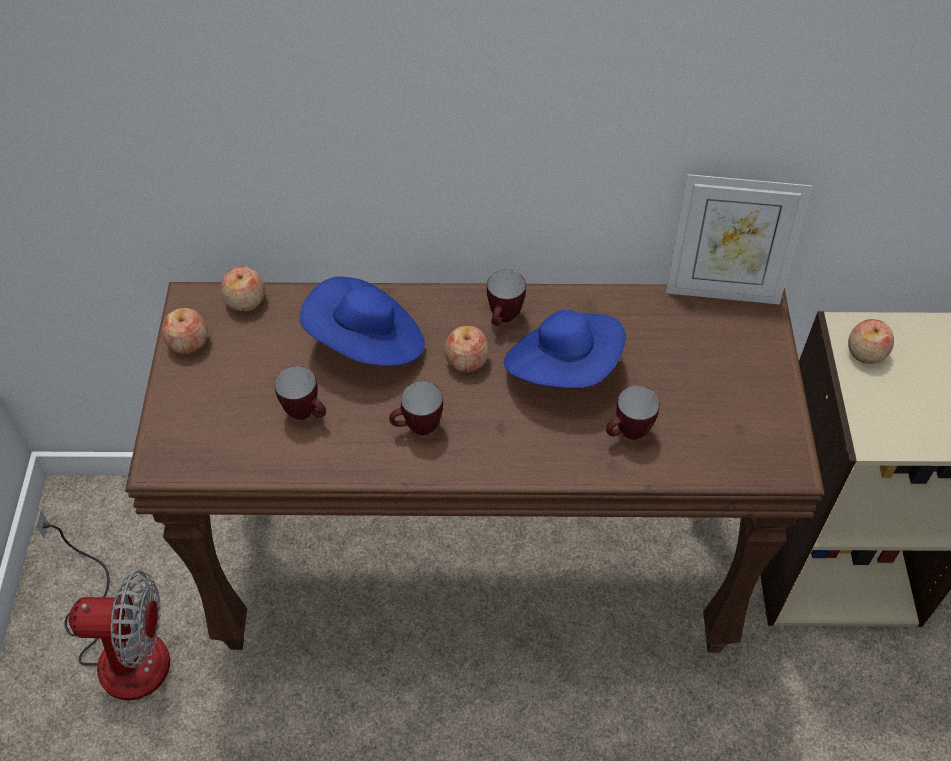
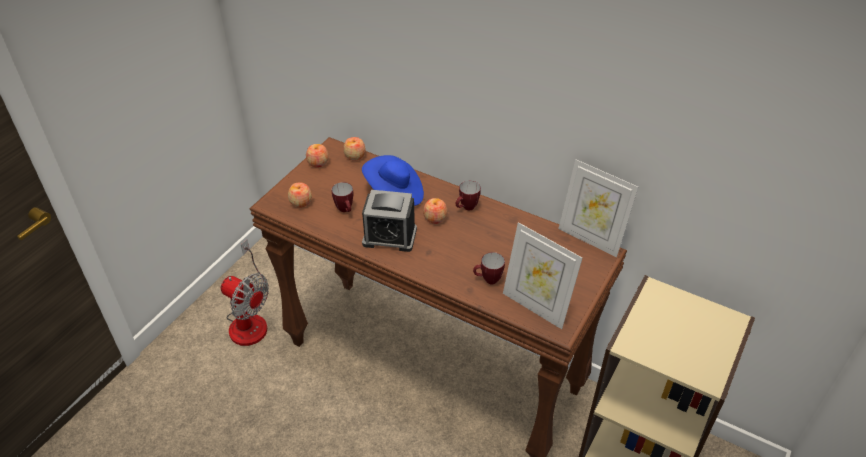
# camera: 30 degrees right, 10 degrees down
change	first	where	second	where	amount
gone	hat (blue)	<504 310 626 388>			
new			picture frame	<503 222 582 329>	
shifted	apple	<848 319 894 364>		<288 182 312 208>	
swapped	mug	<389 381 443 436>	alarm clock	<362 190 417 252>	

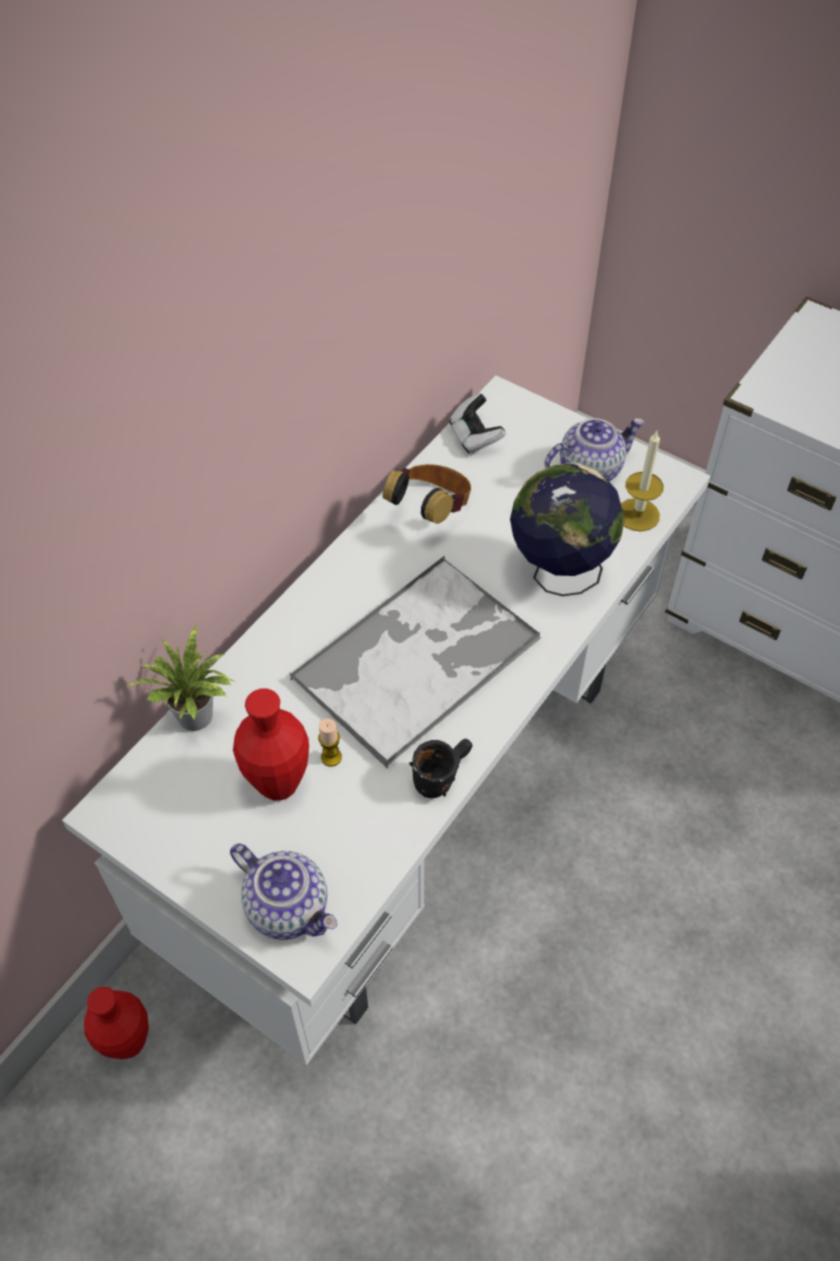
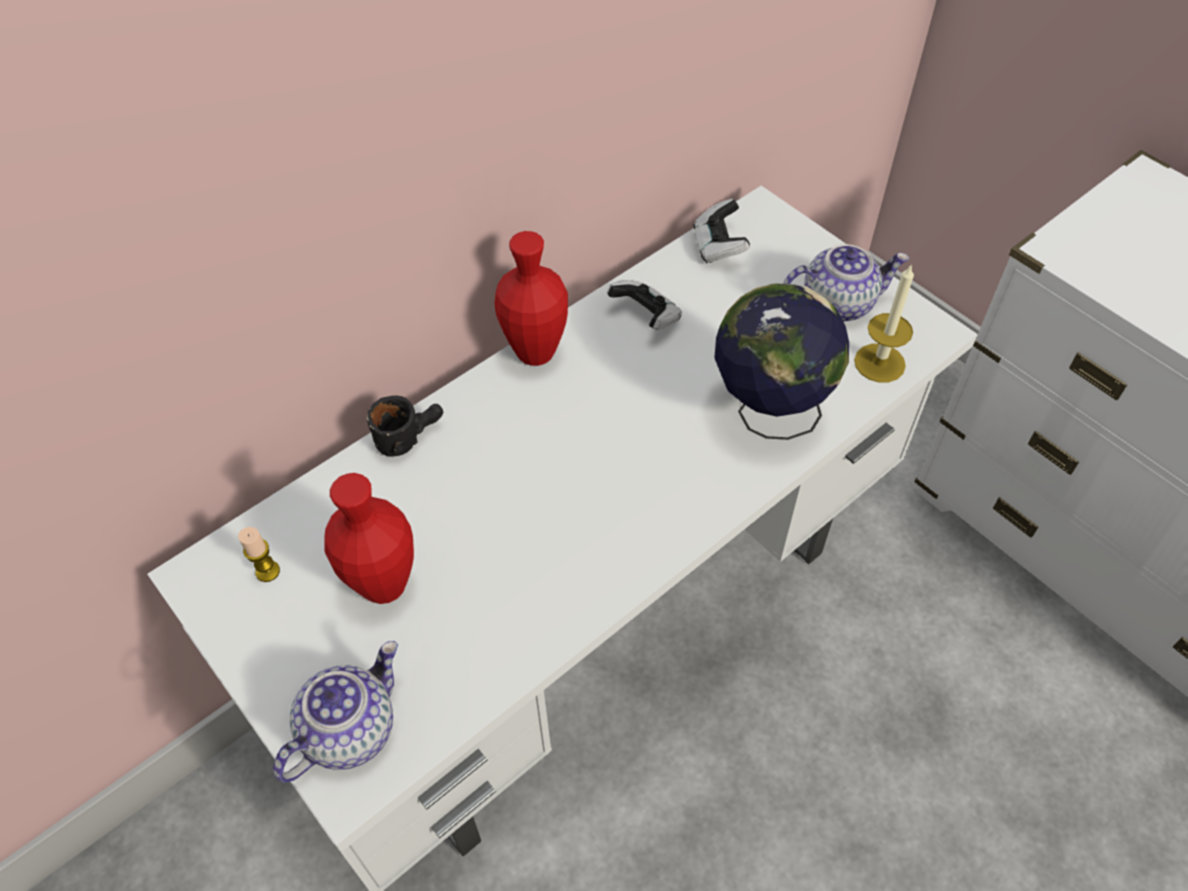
# camera: 15 degrees right, 0 degrees up
change	first	where	second	where	amount
gone	potted plant	<126 625 235 731>			
gone	tray	<290 555 541 769>			
shifted	vase (red)	<84 987 149 1059>		<494 231 568 366>	
shifted	candle	<318 718 342 767>		<238 527 280 582>	
shifted	mug (black)	<409 739 473 798>		<367 395 443 457>	
swapped	headphones	<383 464 471 524>	game controller	<607 280 682 330>	
rotated	teapot	<230 843 337 940>		<273 641 398 783>	105 degrees counterclockwise

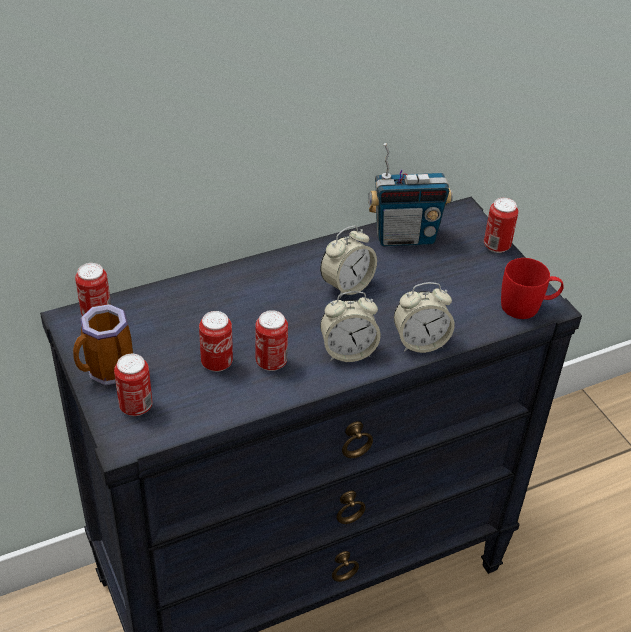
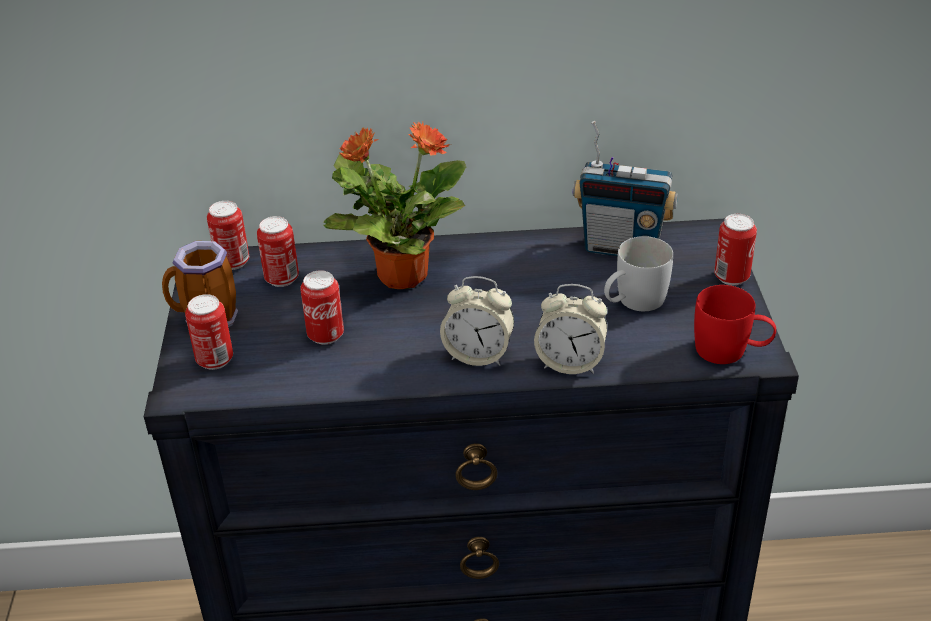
# camera: 25 degrees right, 5 degrees down
change	first	where	second	where	amount
gone	alarm clock	<320 225 377 299>			
new			potted plant	<323 122 466 289>	
new			mug (white)	<604 236 673 311>	
shifted	can	<255 310 288 371>		<257 216 299 287>	

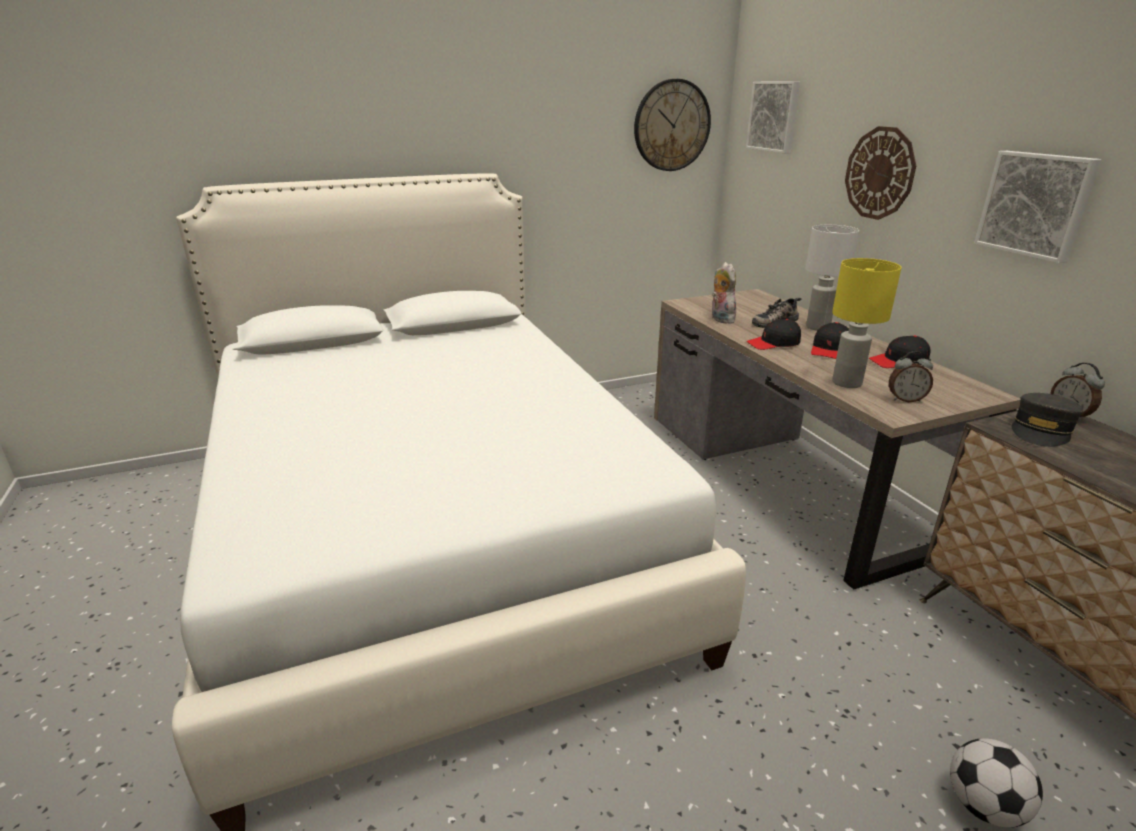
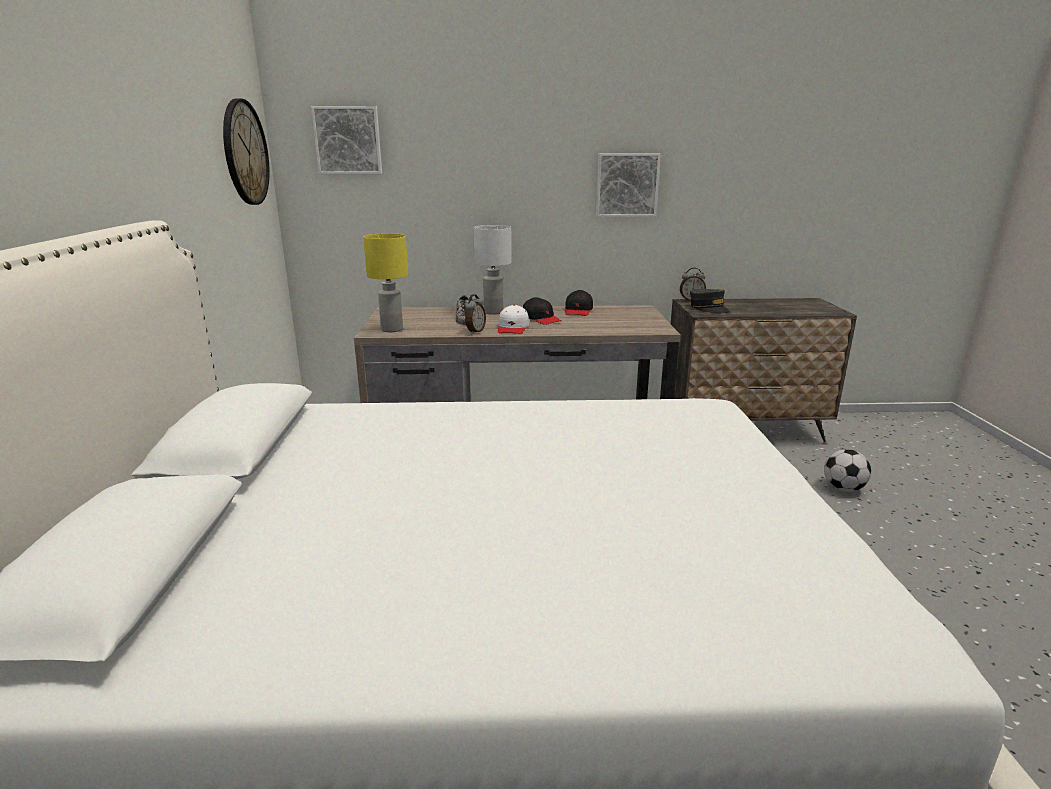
# camera: 70 degrees left, 5 degrees down
change	first	where	second	where	amount
gone	plush toy	<712 262 736 324>			
gone	wall clock	<845 126 916 220>			
shifted	table lamp (yellow)	<832 258 901 388>		<363 233 408 332>	
shifted	alarm clock	<889 351 933 402>		<465 294 486 334>	
repainted	cap (black)	<747 319 801 350>	cap (white)	<498 304 529 334>	

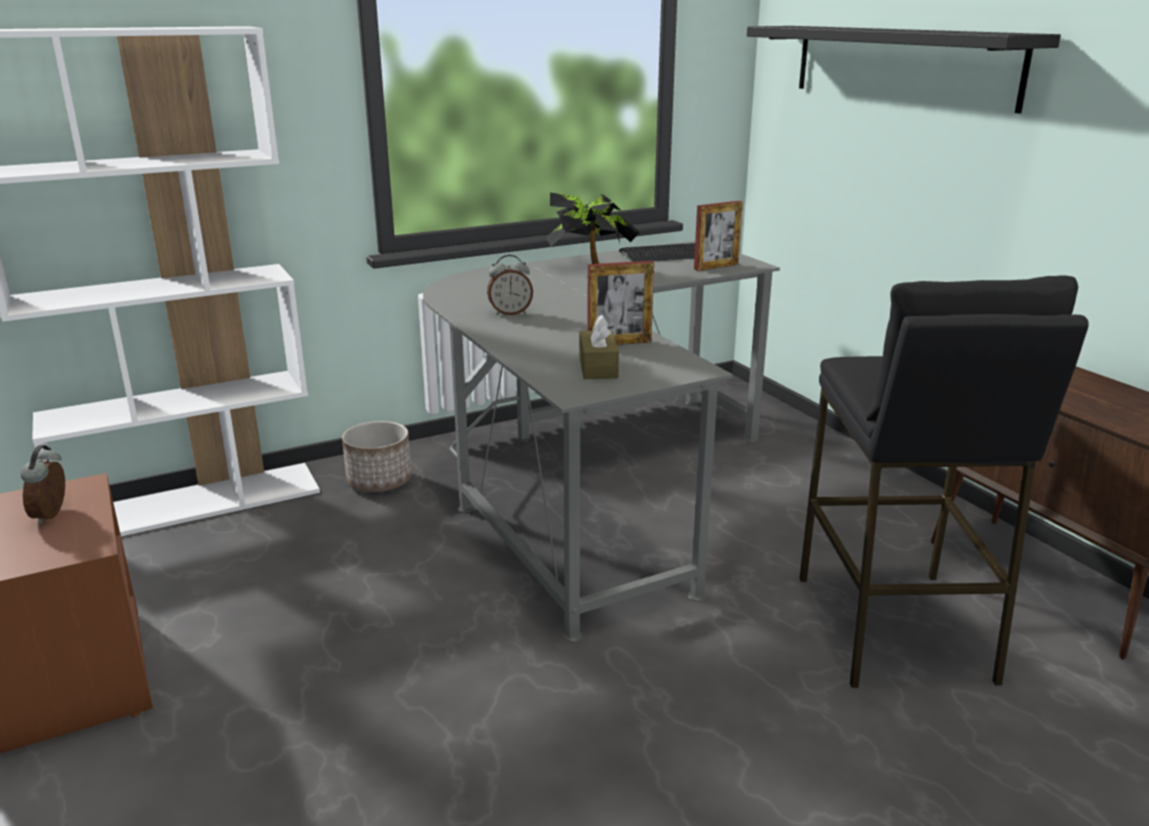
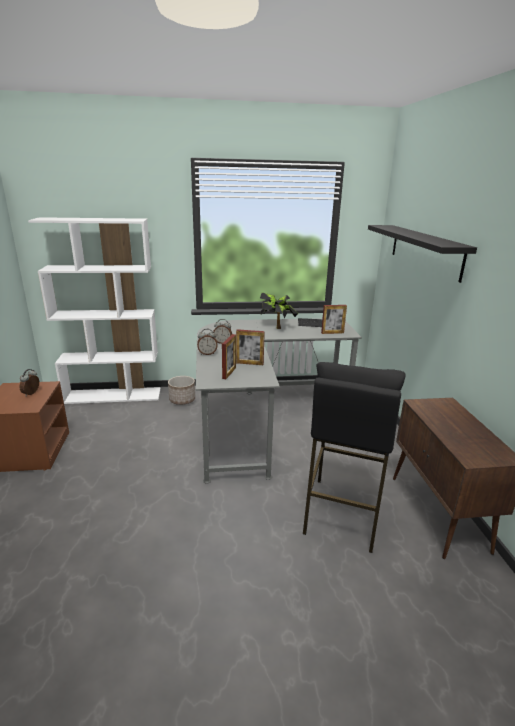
# camera: 20 degrees right, 0 degrees up
change	first	where	second	where	amount
new			alarm clock	<197 329 218 355>	
swapped	tissue box (brown)	<579 315 619 379>	picture frame	<222 334 236 379>	

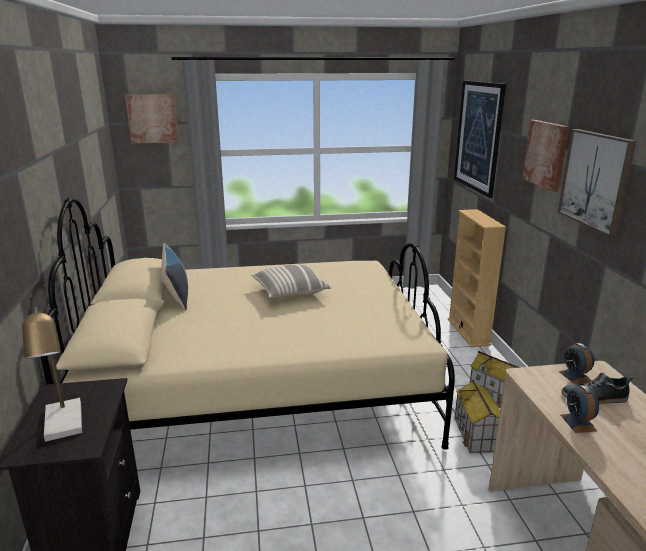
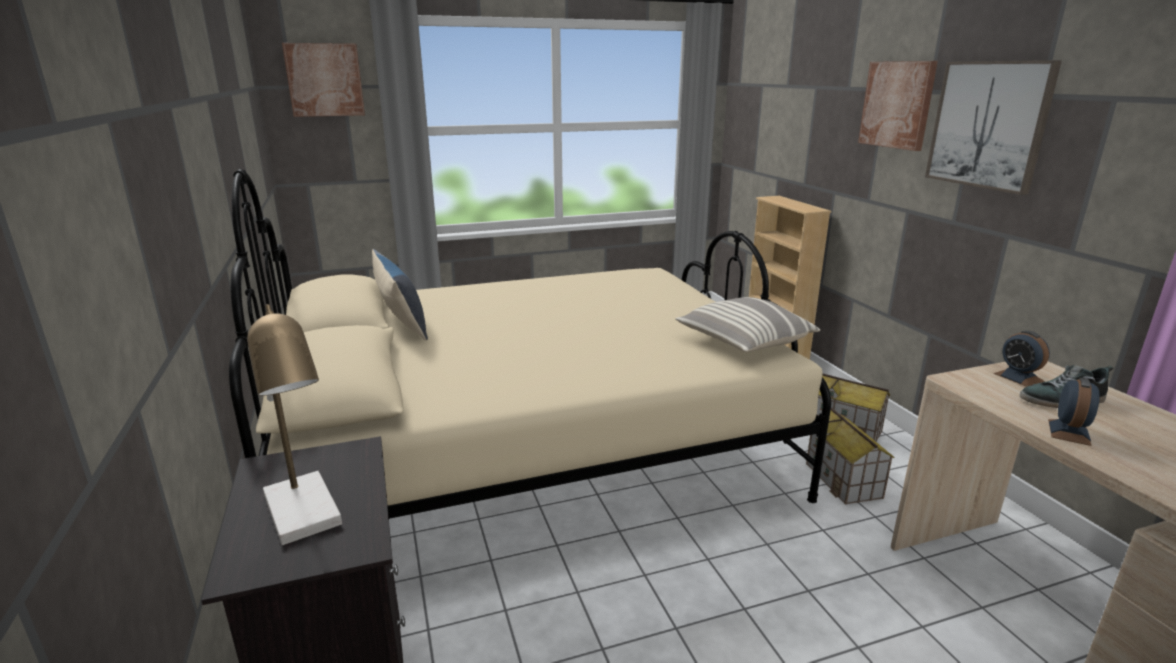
# camera: 10 degrees left, 0 degrees up
change	first	where	second	where	amount
gone	picture	<454 81 506 198>			
shifted	pillow	<252 264 331 298>		<675 297 820 352>	
rotated	alarm clock	<561 385 599 433>		<1048 378 1100 446>	135 degrees counterclockwise

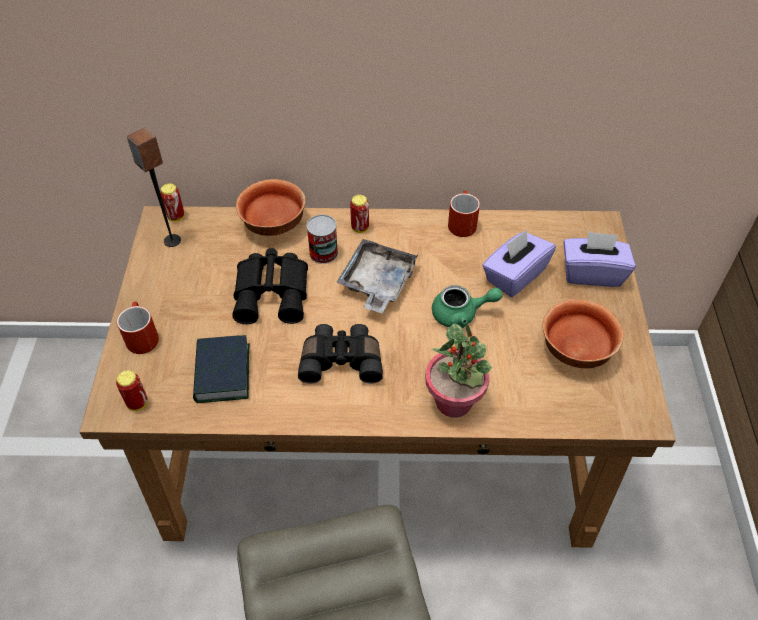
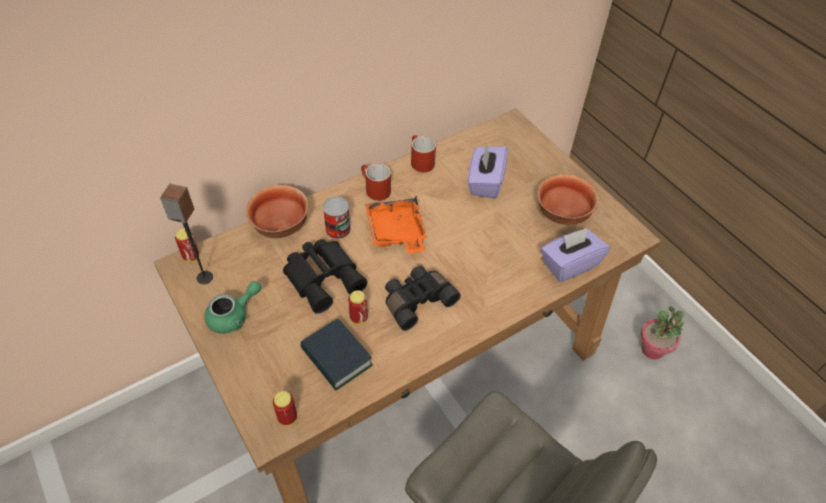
# camera: 35 degrees left, 0 degrees up
change	first	where	second	where	amount
shifted	mug (red)	<117 302 159 354>		<361 163 391 201>	
shifted	can	<350 195 369 233>		<348 290 368 325>	
shifted	potted plant	<426 323 492 417>		<641 306 684 359>	
shifted	teapot (green)	<432 285 503 328>		<205 281 261 334>	
shifted	tissue box (purple)	<563 231 635 287>		<541 228 610 282>	
repainted	tray (grey)	<336 239 419 314>	tray (orange)	<365 196 427 254>	

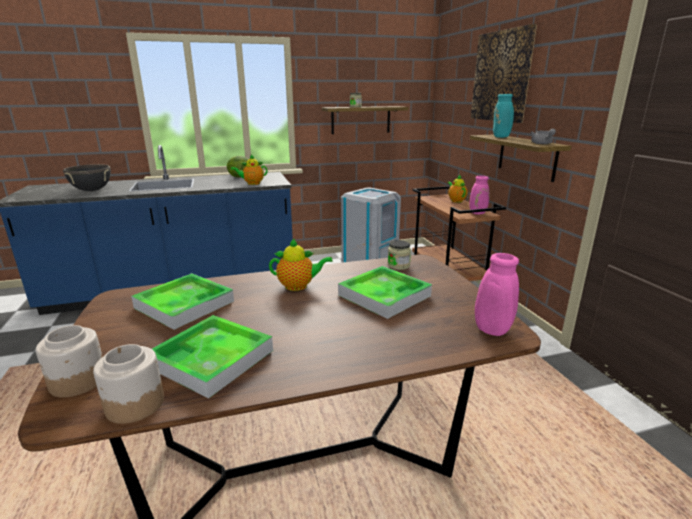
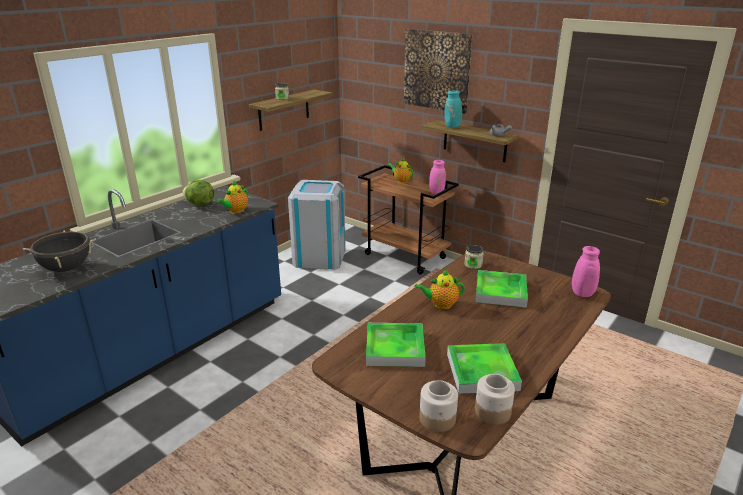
# camera: 35 degrees left, 5 degrees up
change	first	where	second	where	amount
rotated	teapot	<269 238 333 291>		<415 269 465 309>	150 degrees counterclockwise

